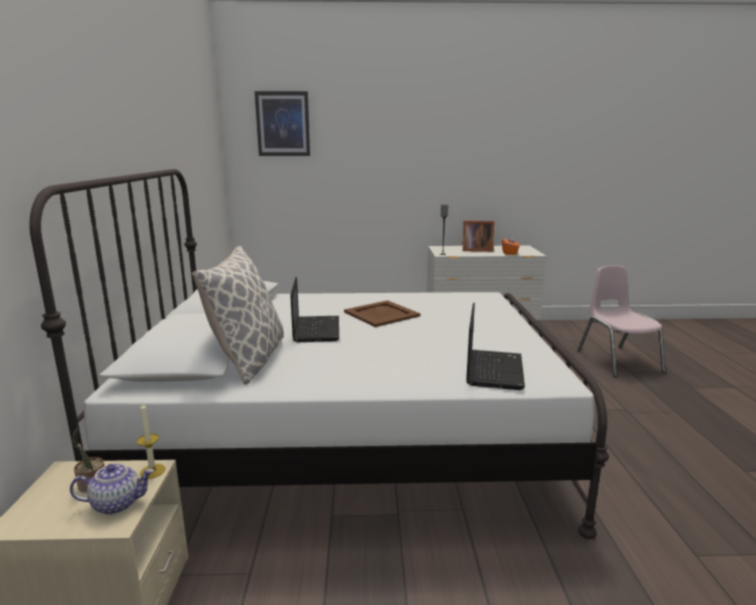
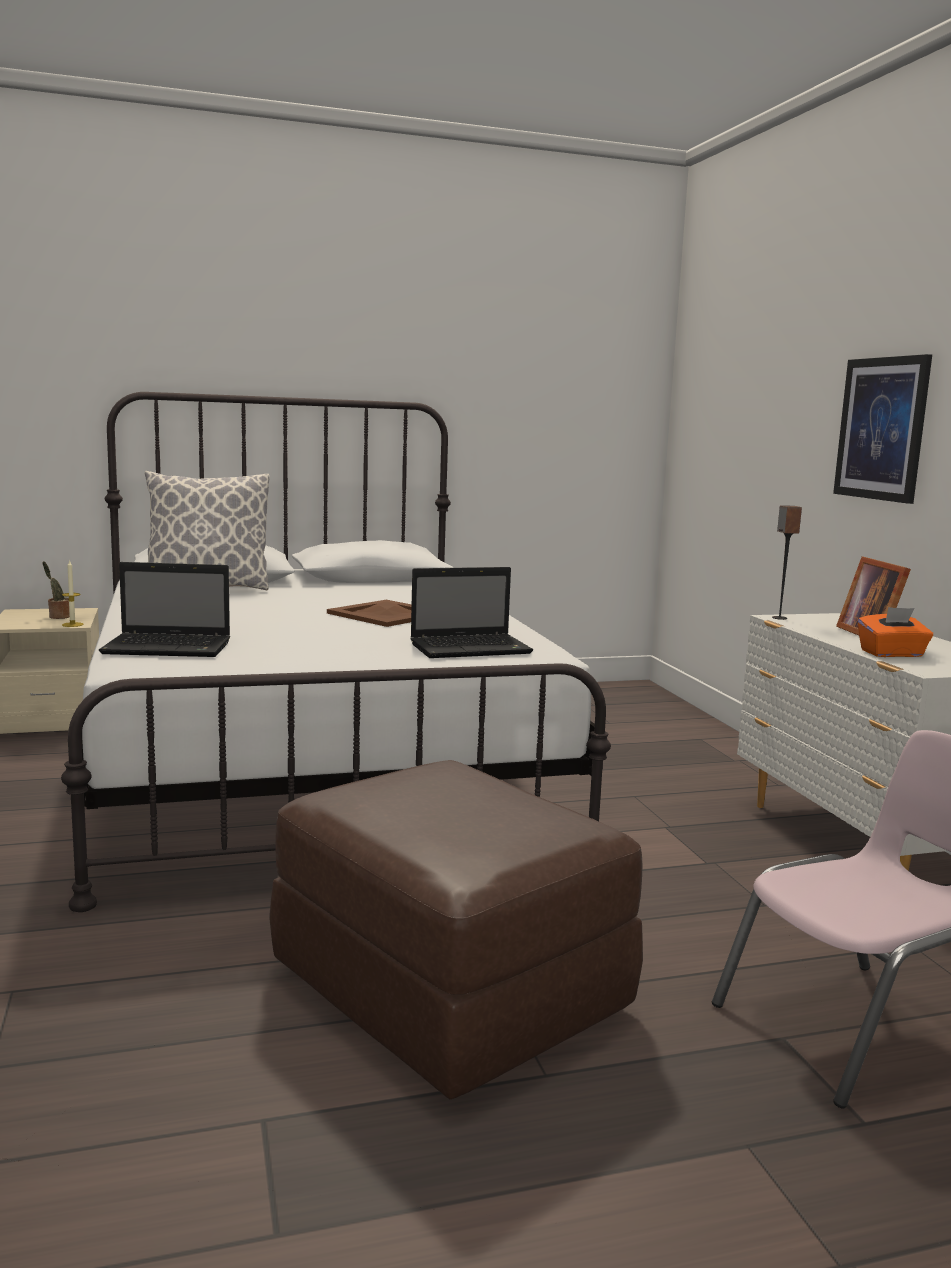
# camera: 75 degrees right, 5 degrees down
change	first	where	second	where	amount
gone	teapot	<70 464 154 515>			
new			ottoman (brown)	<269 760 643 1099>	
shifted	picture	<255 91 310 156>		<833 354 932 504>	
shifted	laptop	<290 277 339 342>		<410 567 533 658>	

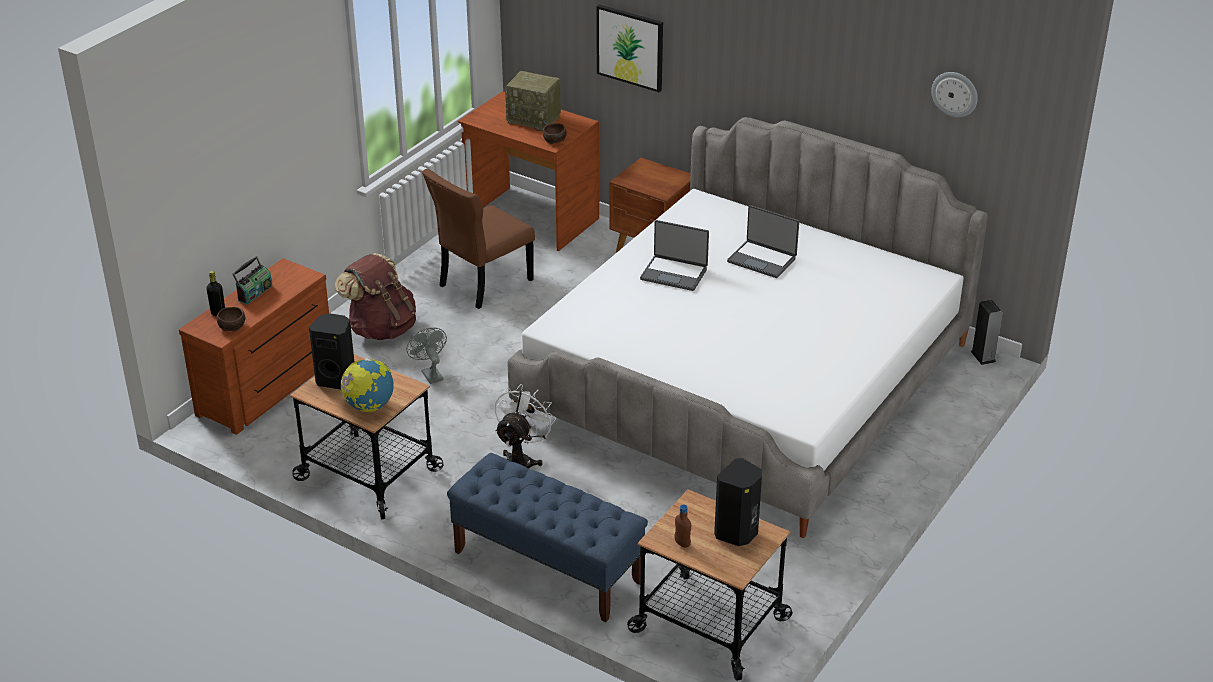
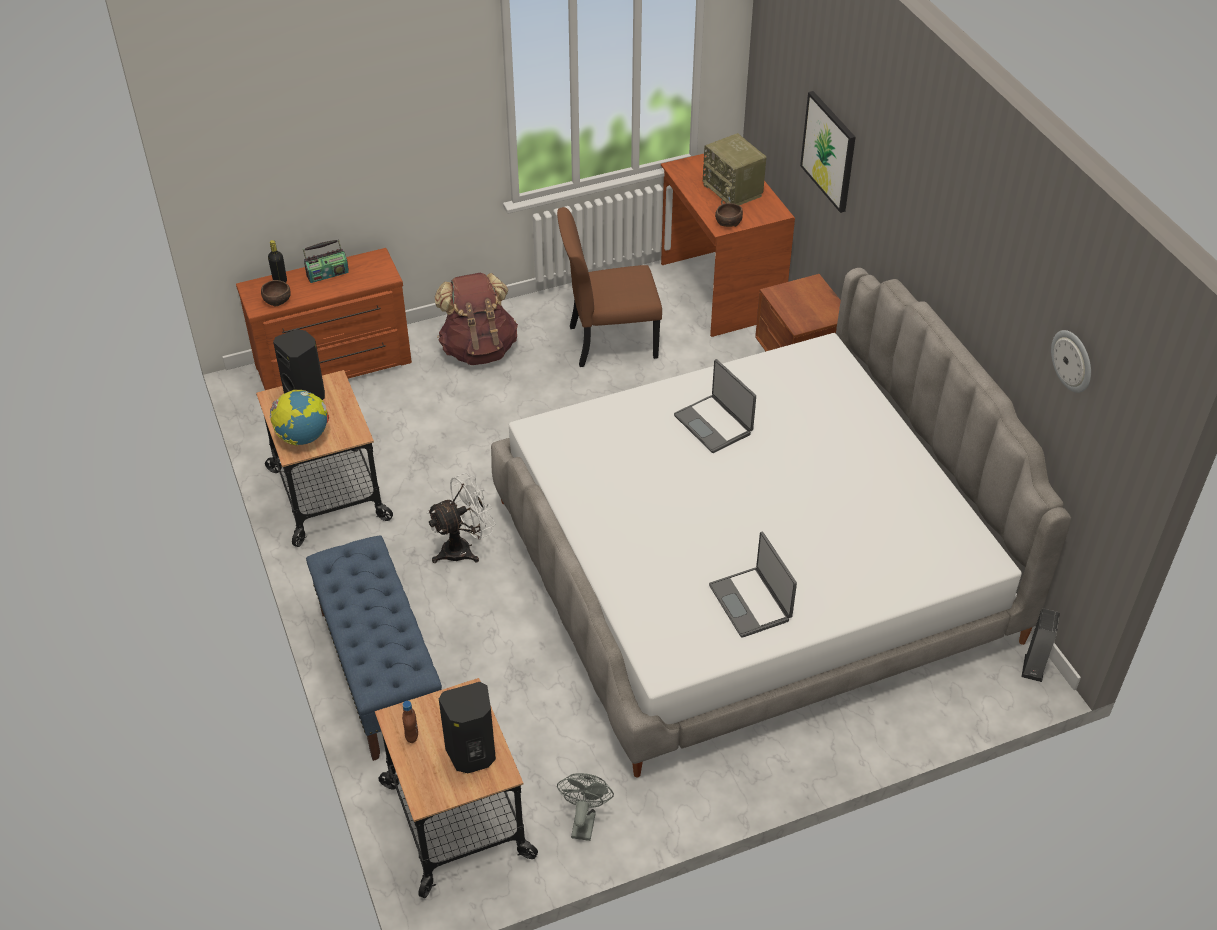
# camera: 35 degrees right, 10 degrees up
change	first	where	second	where	amount
shifted	fan (grey)	<407 328 447 384>		<557 773 614 841>	
shifted	laptop	<727 205 799 278>		<709 532 797 638>	

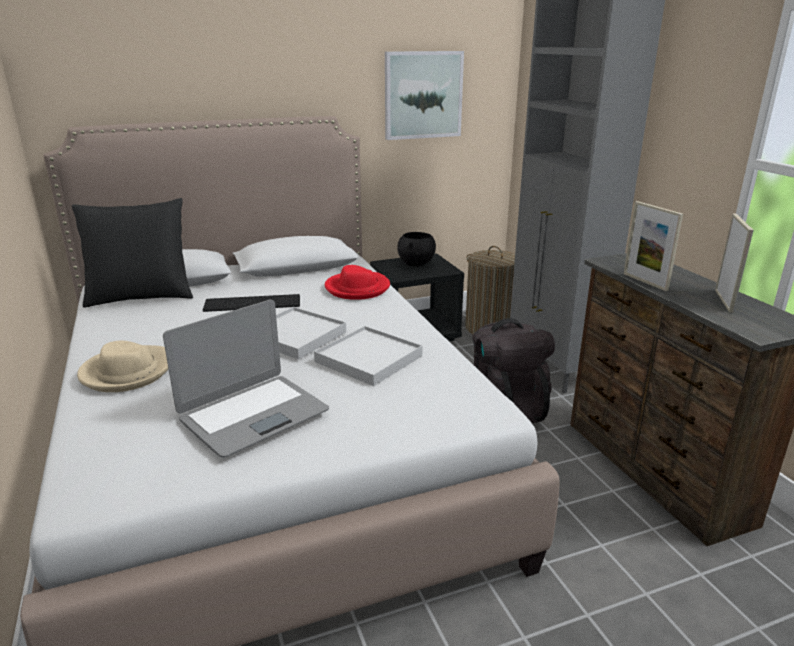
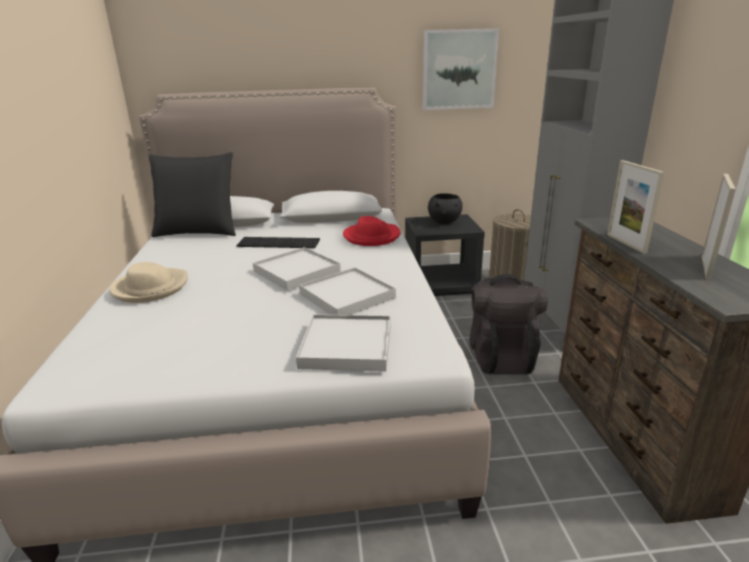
# camera: 15 degrees right, 0 degrees up
change	first	where	second	where	amount
gone	laptop	<163 300 329 458>			
new			tray (white)	<296 314 391 372>	

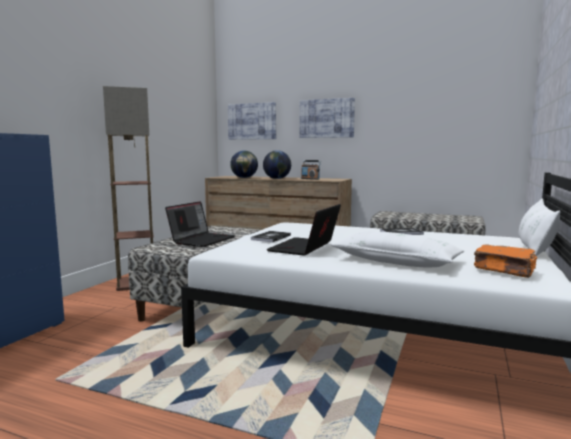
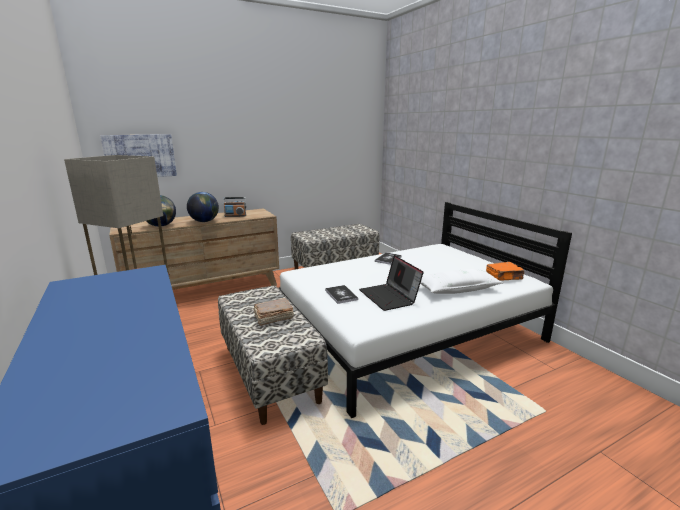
# camera: 50 degrees left, 10 degrees up
change	first	where	second	where	amount
gone	picture	<299 98 355 138>			
gone	pillow (white)	<519 199 560 256>			
swapped	laptop	<165 201 235 247>	book (brown)	<254 298 294 326>	

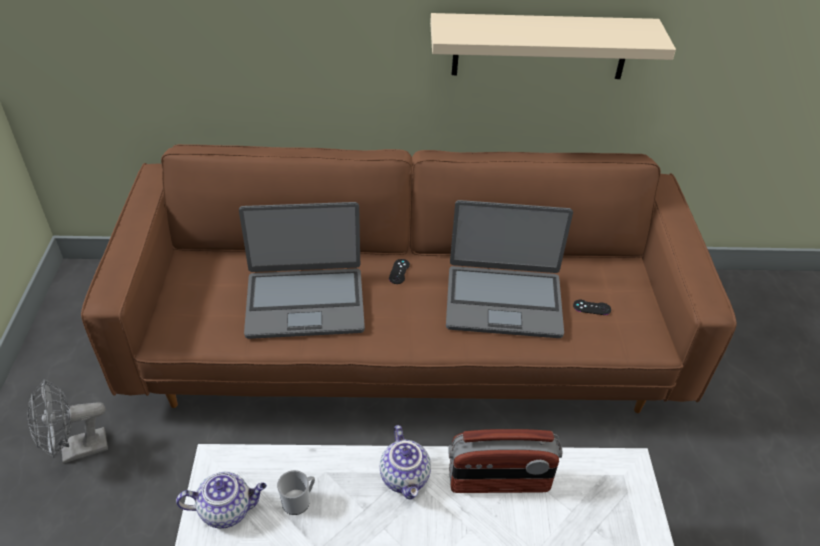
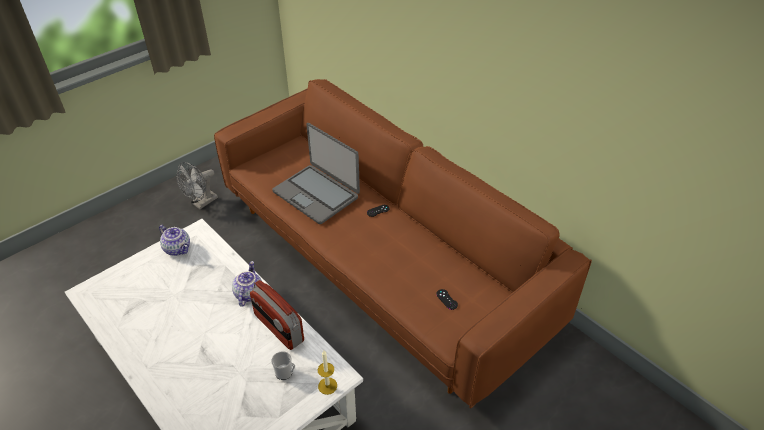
# camera: 50 degrees right, 0 degrees up
change	first	where	second	where	amount
gone	shelf (beige)	<430 13 676 79>			
gone	laptop	<446 200 573 338>			
new			candle	<318 351 337 395>	
shifted	mug	<277 470 315 515>		<271 351 295 380>	
rotated	fan (grey)	<28 379 108 464>		<176 162 218 209>	75 degrees counterclockwise
rotated	teapot	<380 425 431 499>		<232 261 262 307>	150 degrees clockwise

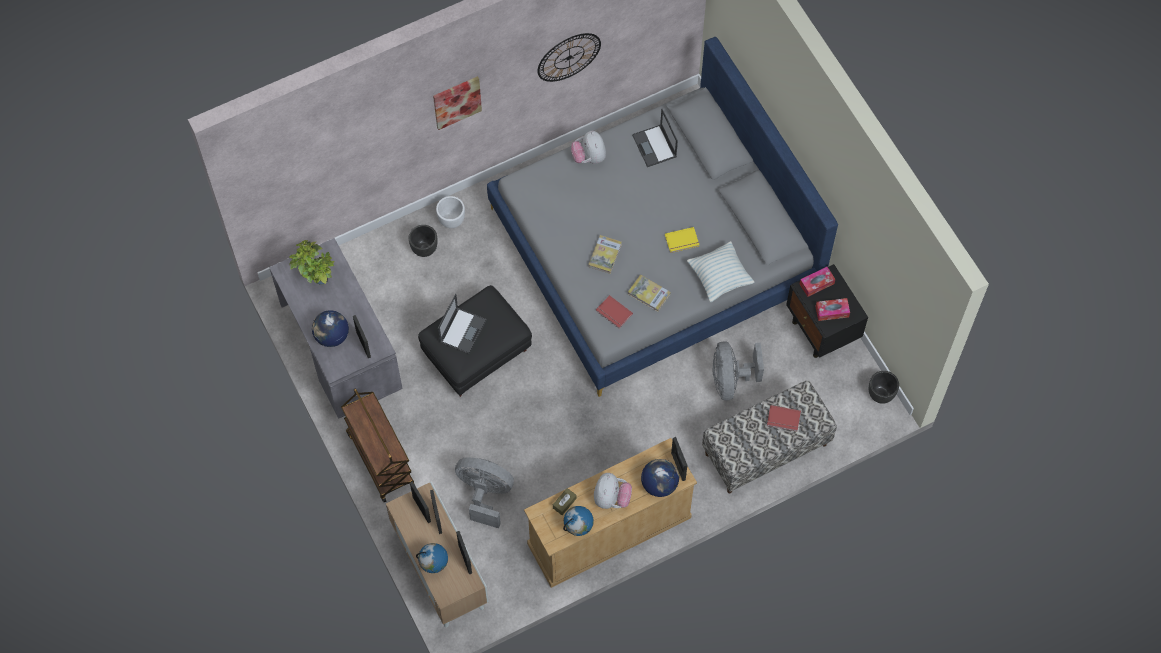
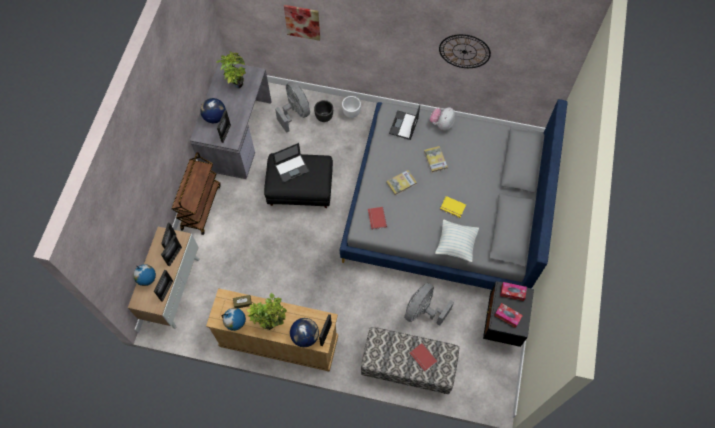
# camera: 40 degrees right, 0 degrees up
change	first	where	second	where	amount
gone	planter (black)	<869 371 899 404>			
shifted	picture	<433 76 482 130>		<284 5 320 41>	
shifted	fan (grey)	<455 457 514 528>		<275 81 310 133>	
shifted	book	<628 275 670 312>		<424 146 448 173>	
shifted	laptop	<632 109 678 167>		<389 105 420 140>	
swapped	plush toy	<594 473 632 509>	potted plant	<246 293 287 330>	

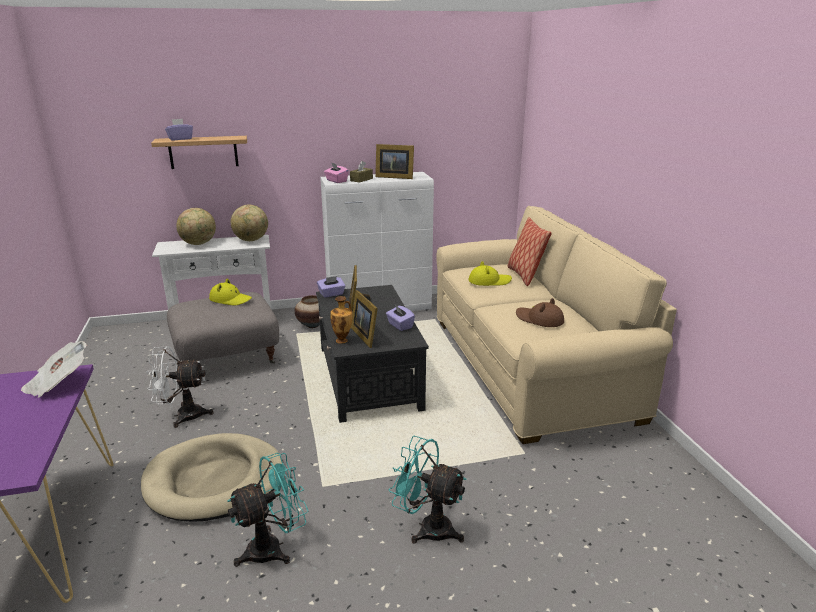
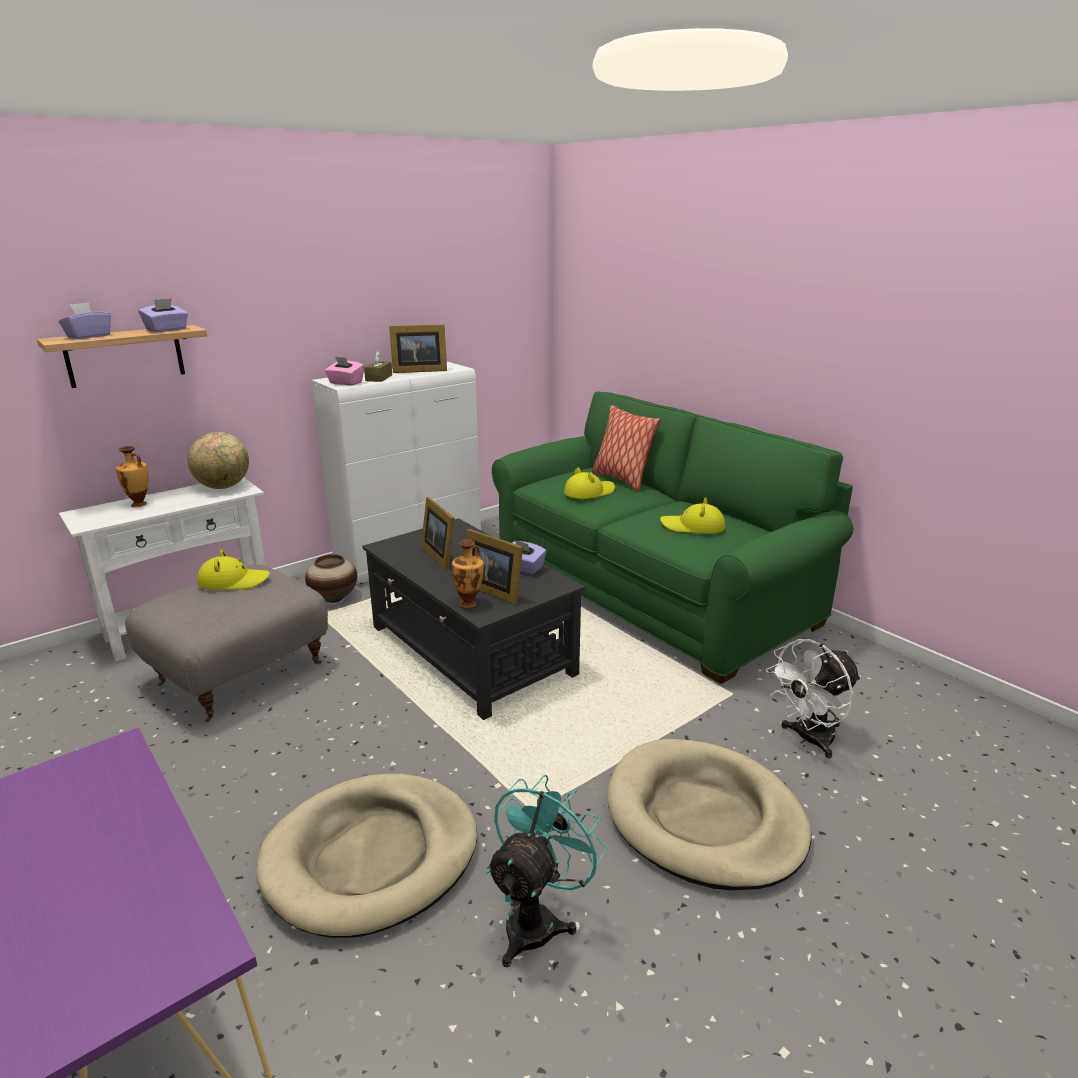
# camera: 25 degrees left, 0 degrees up
change	first	where	second	where	amount
gone	newspaper	<21 341 87 397>			
shifted	fan (white)	<146 346 214 428>		<766 639 861 758>	
shifted	tissue box (purple)	<317 276 345 298>		<139 298 188 332>	
swapped	globe	<176 208 216 245>	vase	<116 446 148 507>	
swapped	fan (turquoise)	<389 436 467 544>	dog bed (beige)	<607 739 812 890>	
repainted	sofa (beige)	<436 206 677 444>	sofa (green)	<492 391 853 684>	
repainted	hat (brown)	<516 298 564 327>	hat (yellow)	<660 497 725 534>	

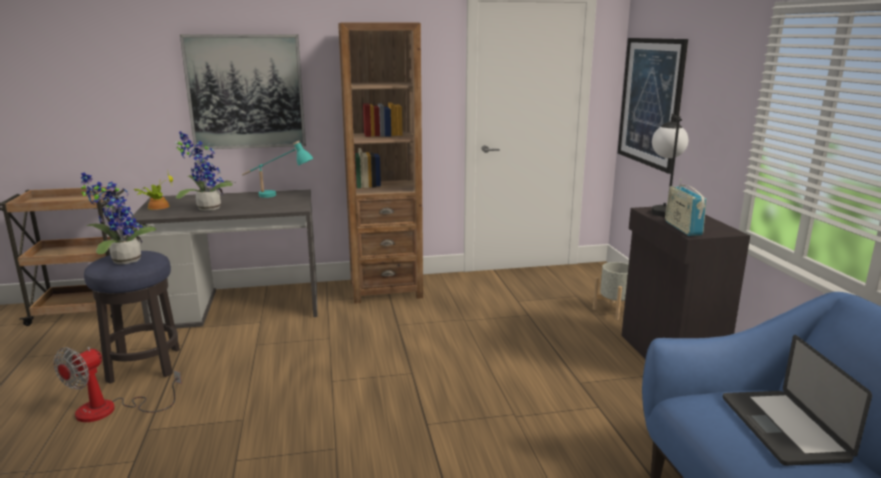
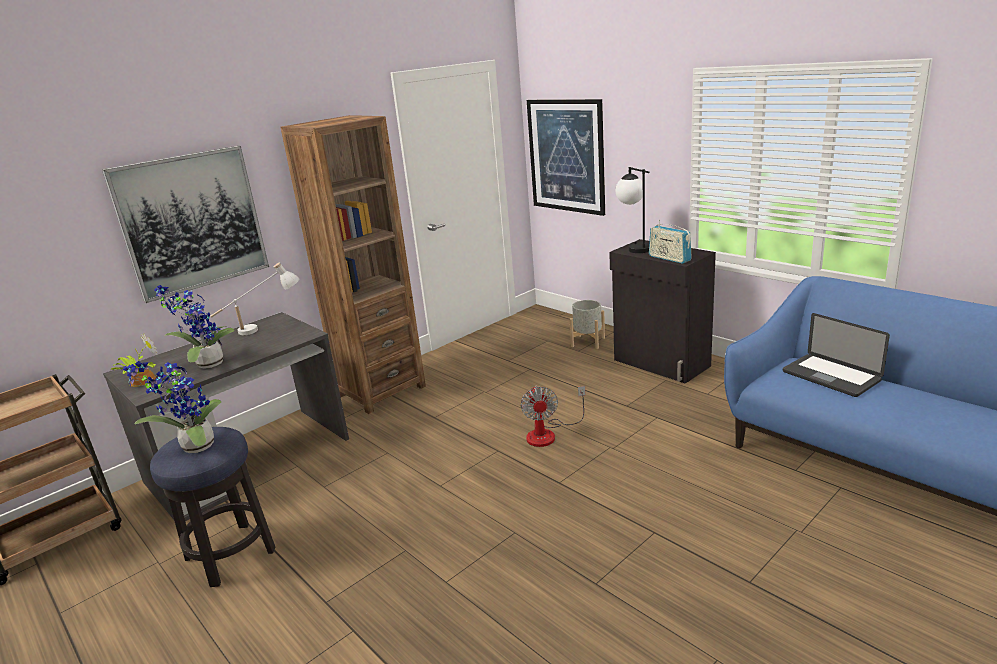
# camera: 30 degrees left, 5 degrees up
change	first	where	second	where	amount
shifted	fan	<54 347 182 422>		<520 385 586 447>	
repainted	table lamp (turquoise)	<242 141 314 198>	table lamp (white)	<210 263 300 335>	

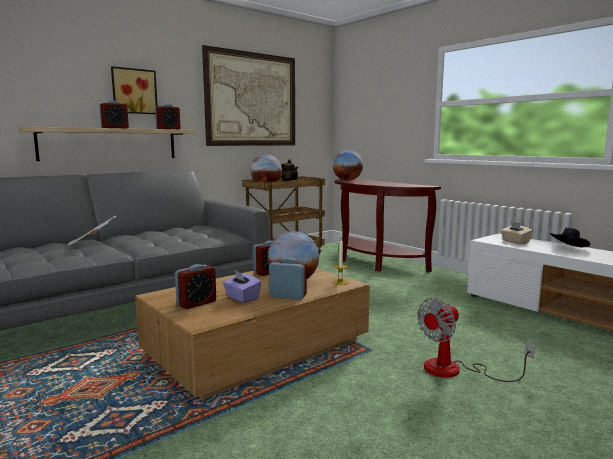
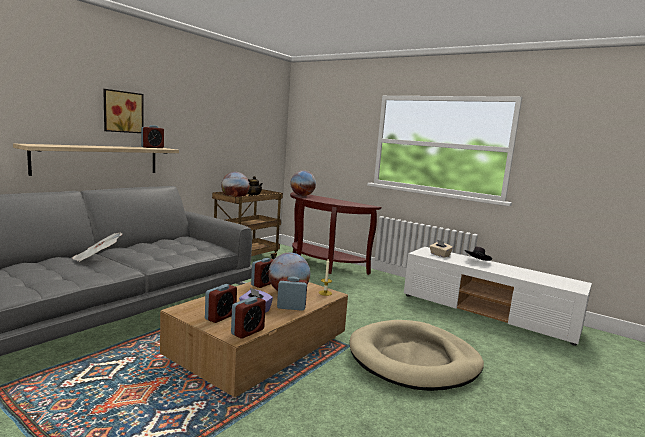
# camera: 15 degrees left, 0 degrees up
change	first	where	second	where	amount
gone	picture	<202 45 295 146>			
shifted	alarm clock	<99 101 129 128>		<231 296 266 339>	
swapped	fan	<417 298 535 382>	dog bed (beige)	<350 320 484 391>	

